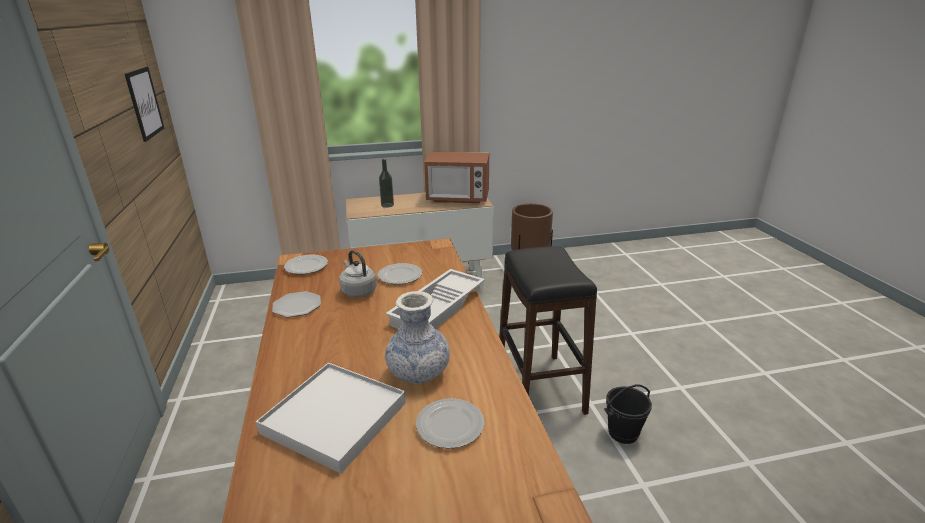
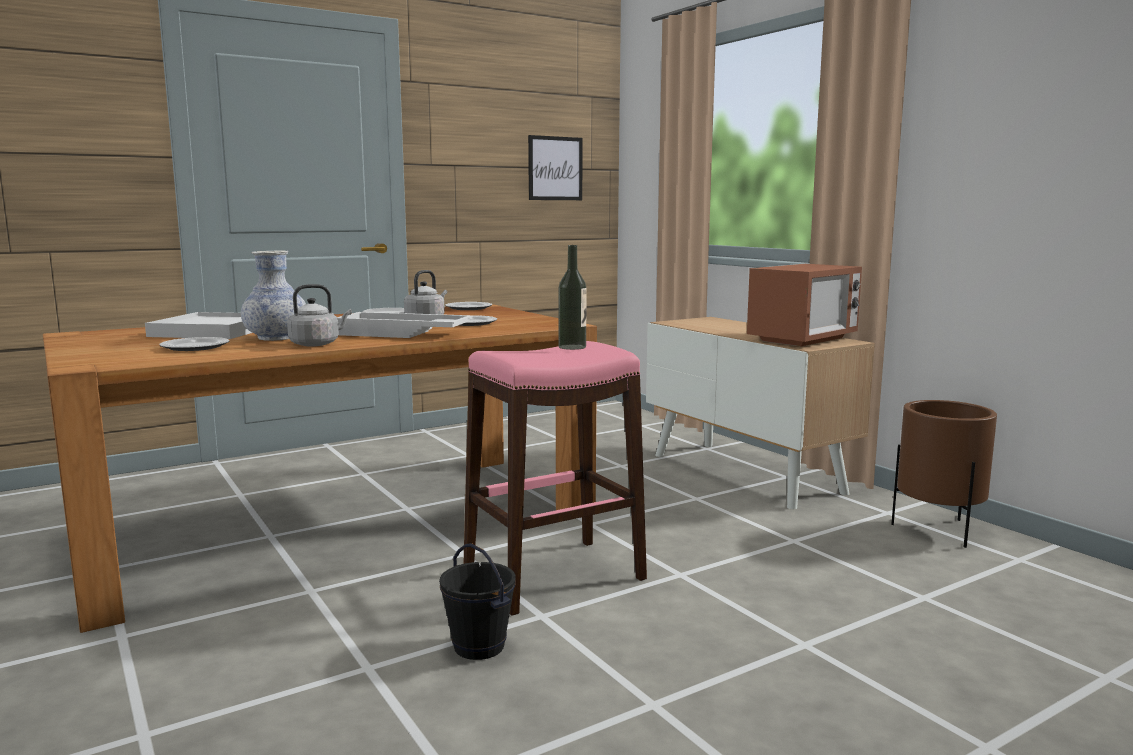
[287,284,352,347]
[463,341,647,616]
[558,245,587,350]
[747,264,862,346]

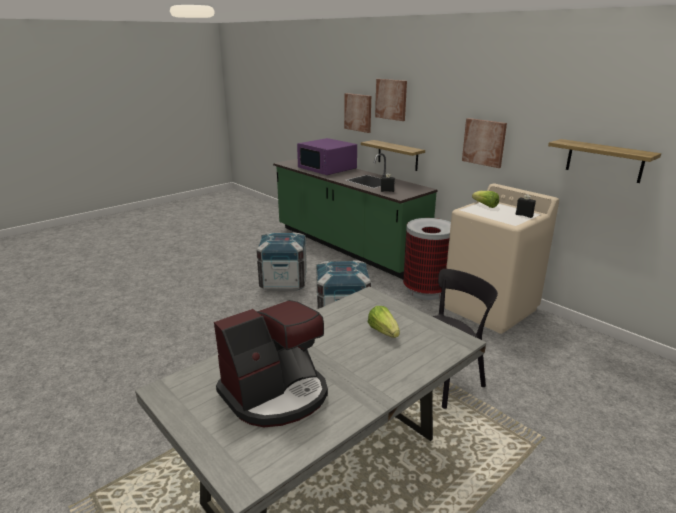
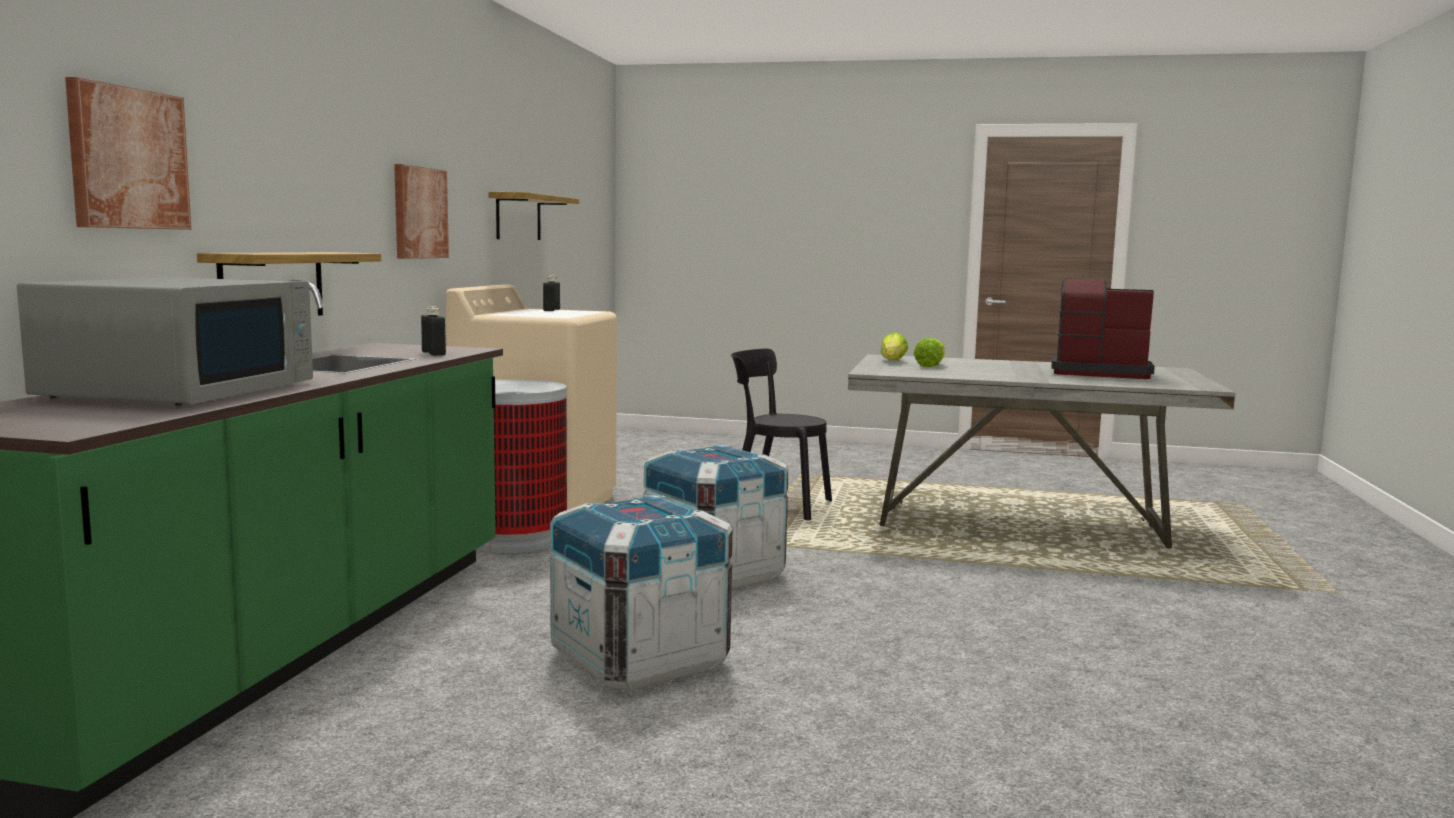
[17,277,313,406]
[881,332,908,360]
[375,79,407,121] (first image)

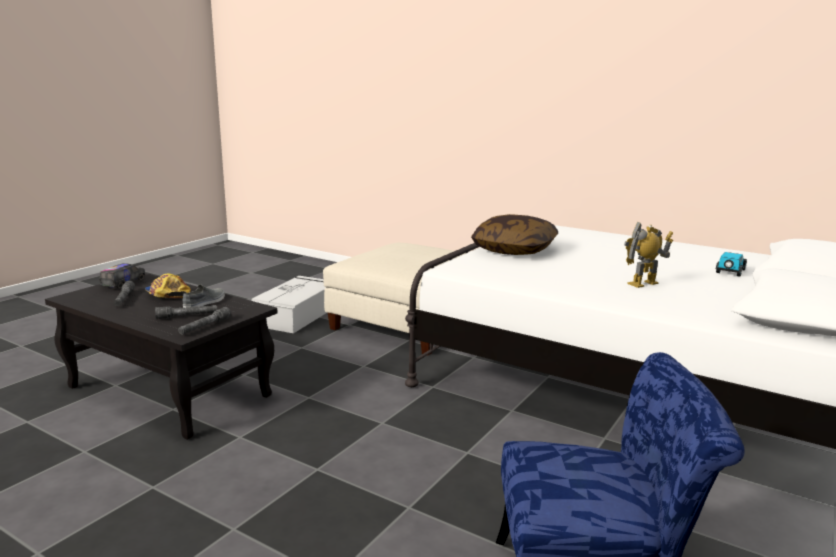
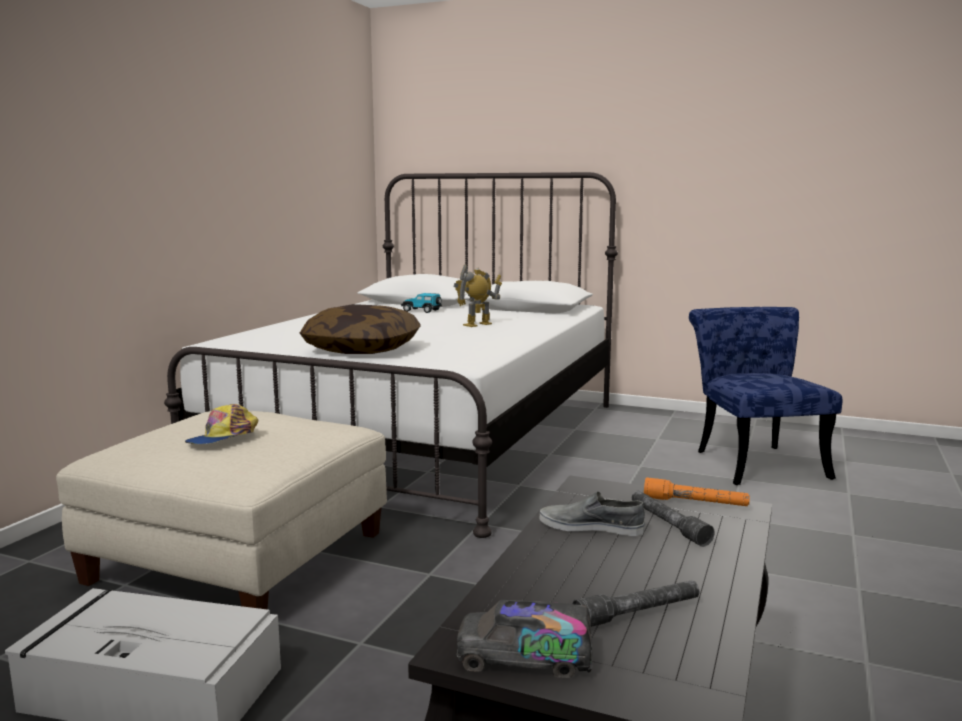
[185,404,258,444]
[454,265,502,327]
[644,477,750,506]

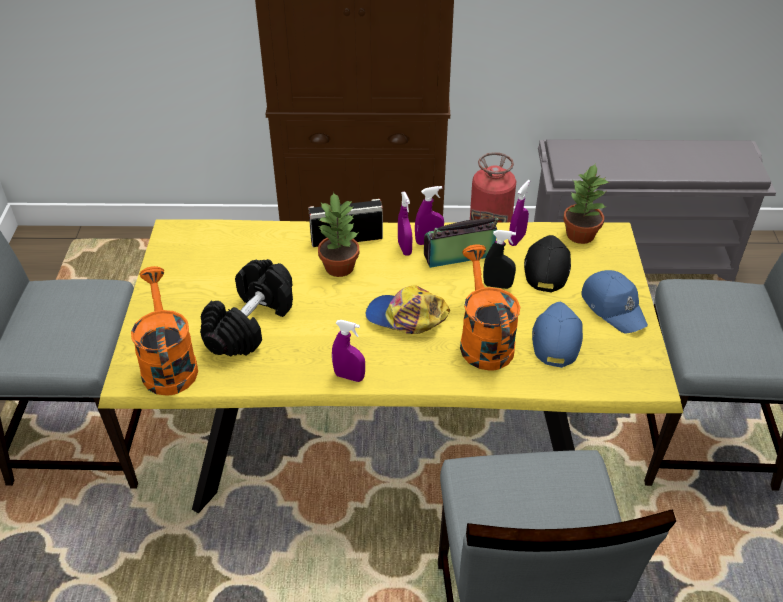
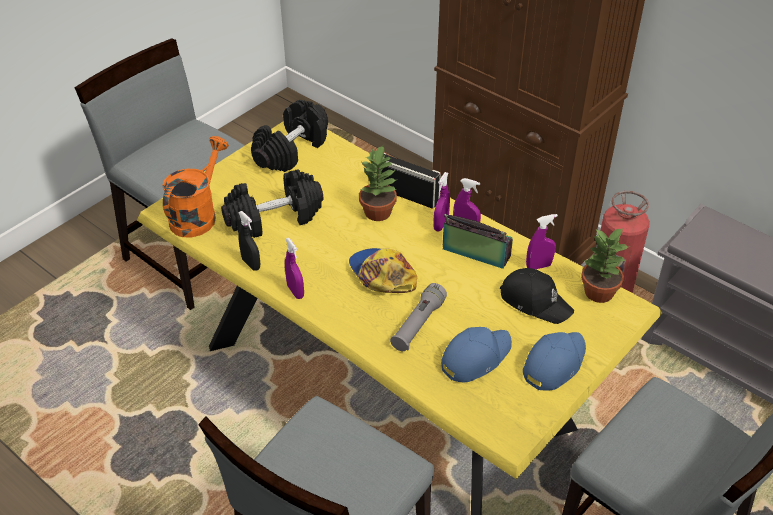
[238,211,260,271]
[251,100,328,172]
[390,283,447,351]
[500,268,574,324]
[523,332,586,391]

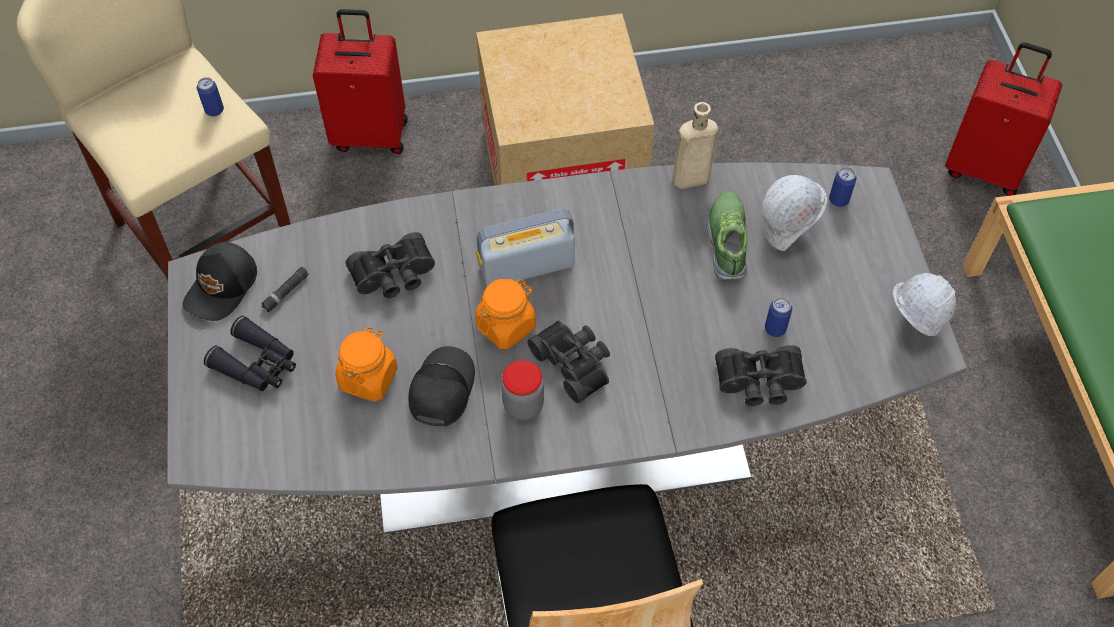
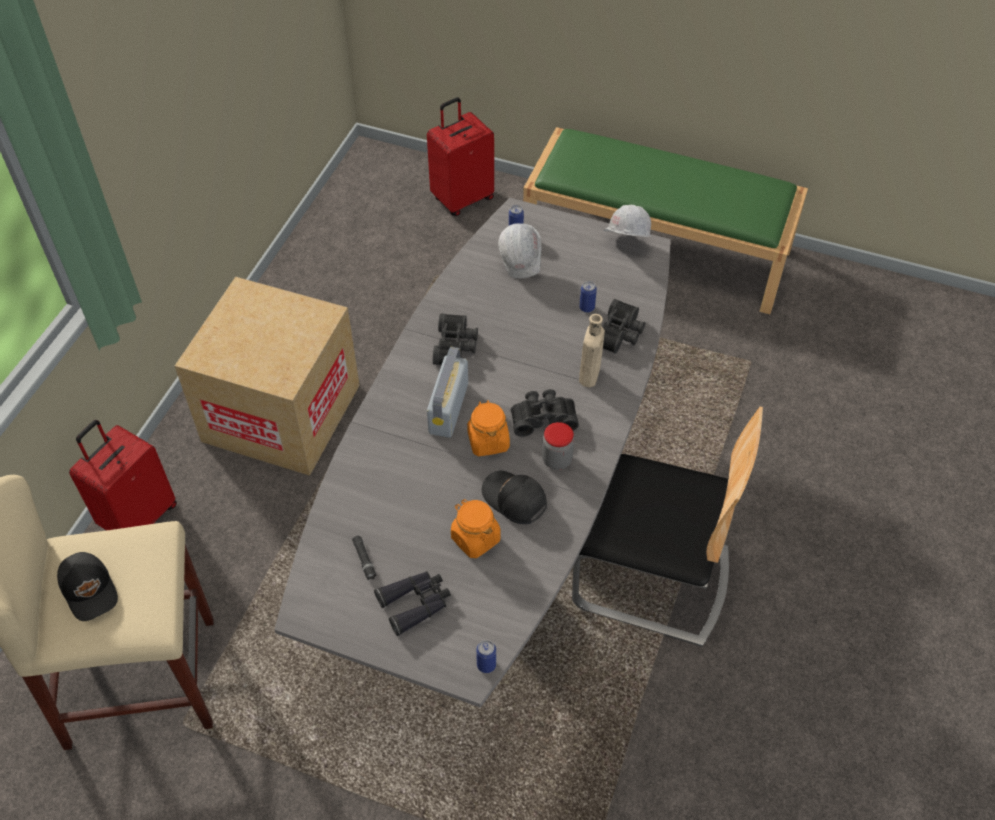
[57,552,118,621]
[433,313,478,365]
[476,640,496,673]
[579,314,605,388]
[706,191,748,280] (first image)

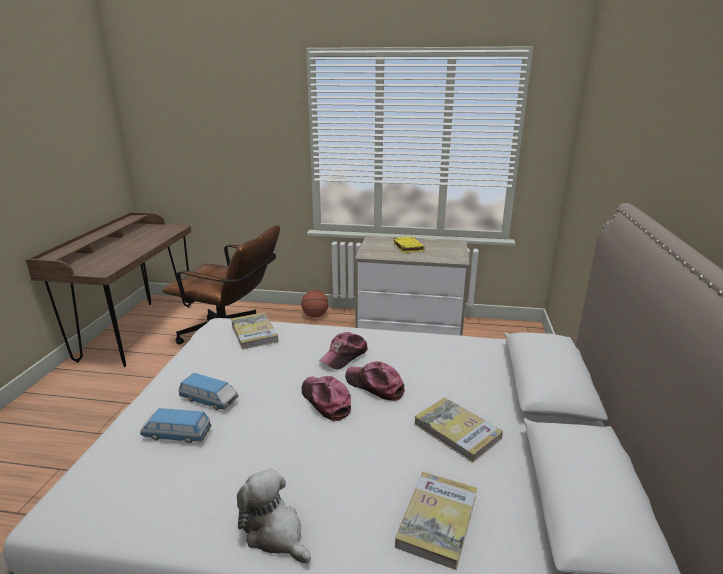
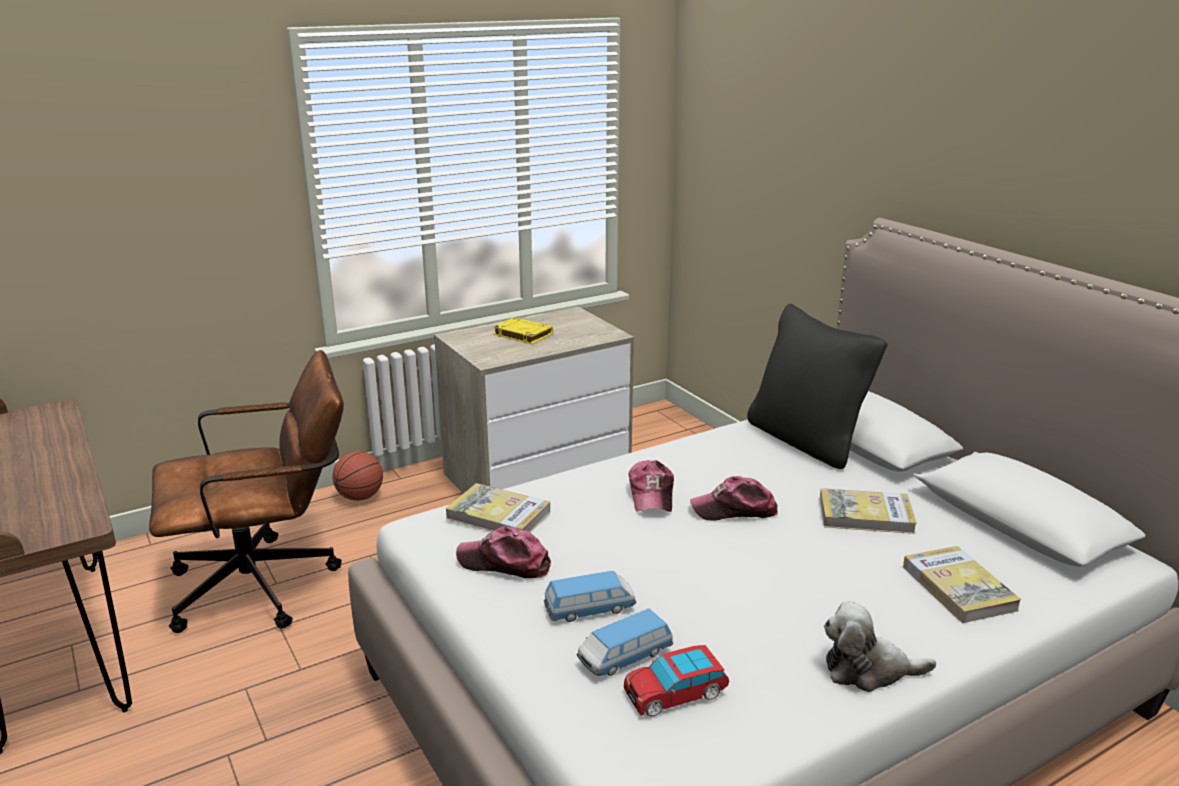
[456,526,551,578]
[624,645,729,717]
[747,304,887,469]

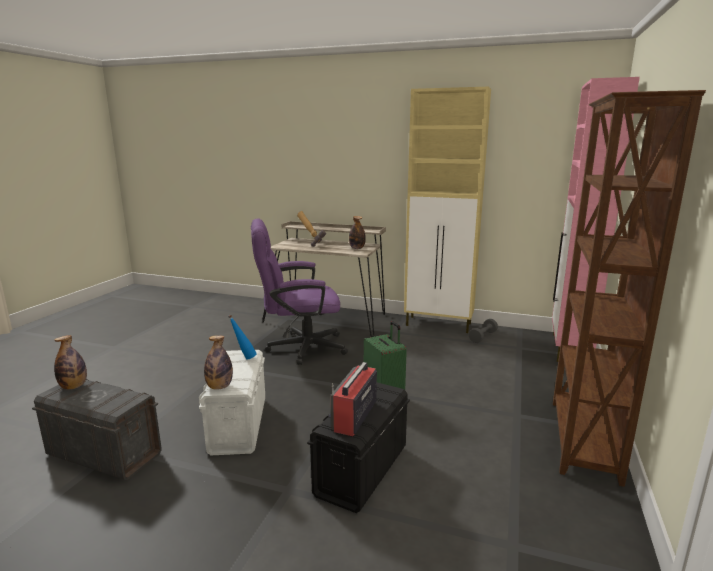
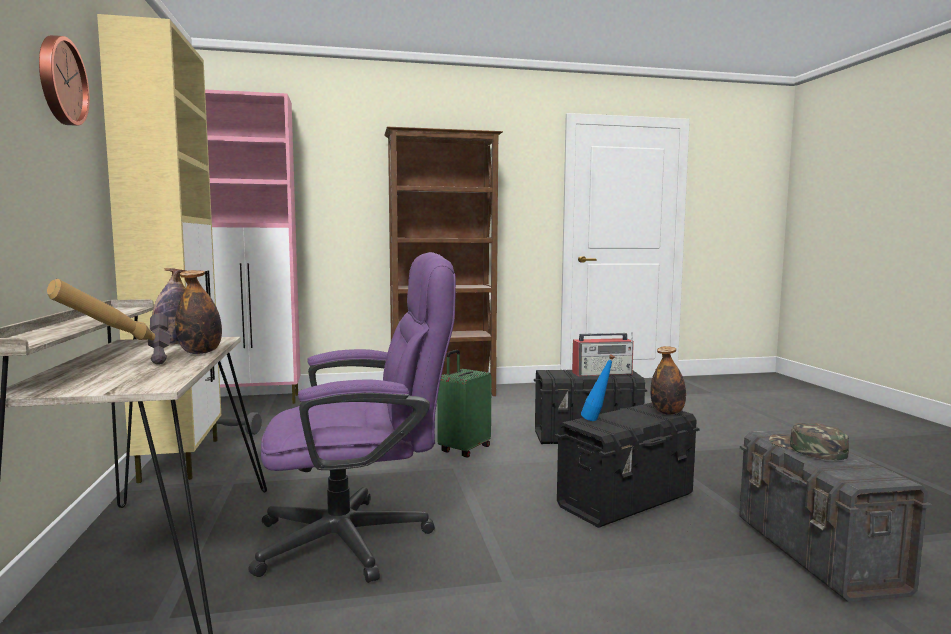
[39,35,90,126]
[175,270,222,354]
[248,252,456,583]
[555,403,700,528]
[769,423,849,460]

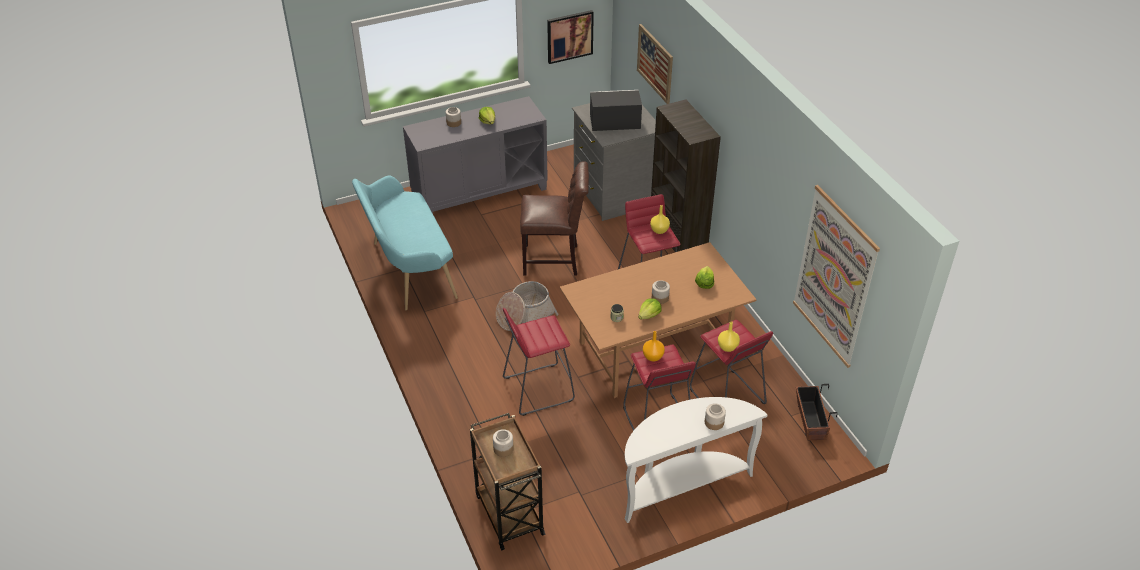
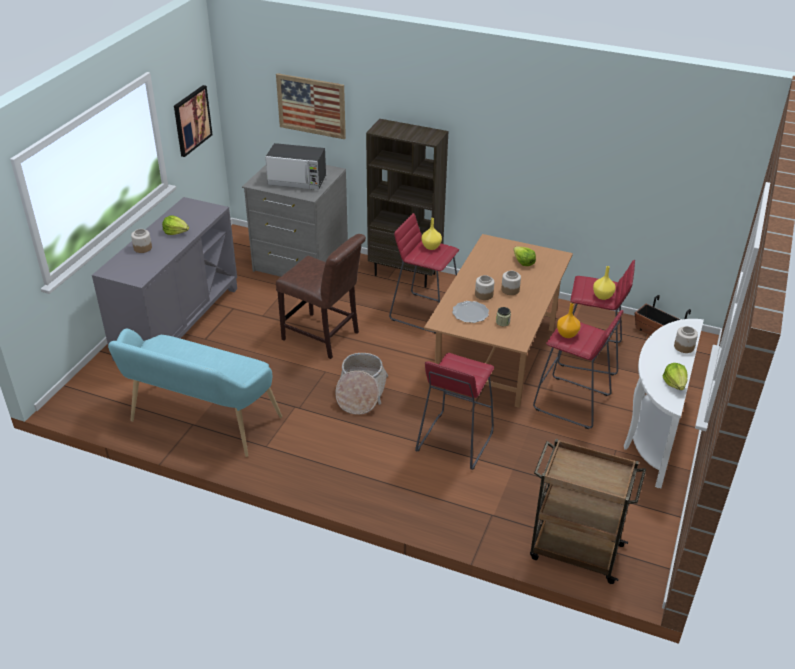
[265,143,326,190]
[276,234,366,359]
[452,301,489,323]
[475,275,494,300]
[663,363,688,390]
[793,185,880,368] (first image)

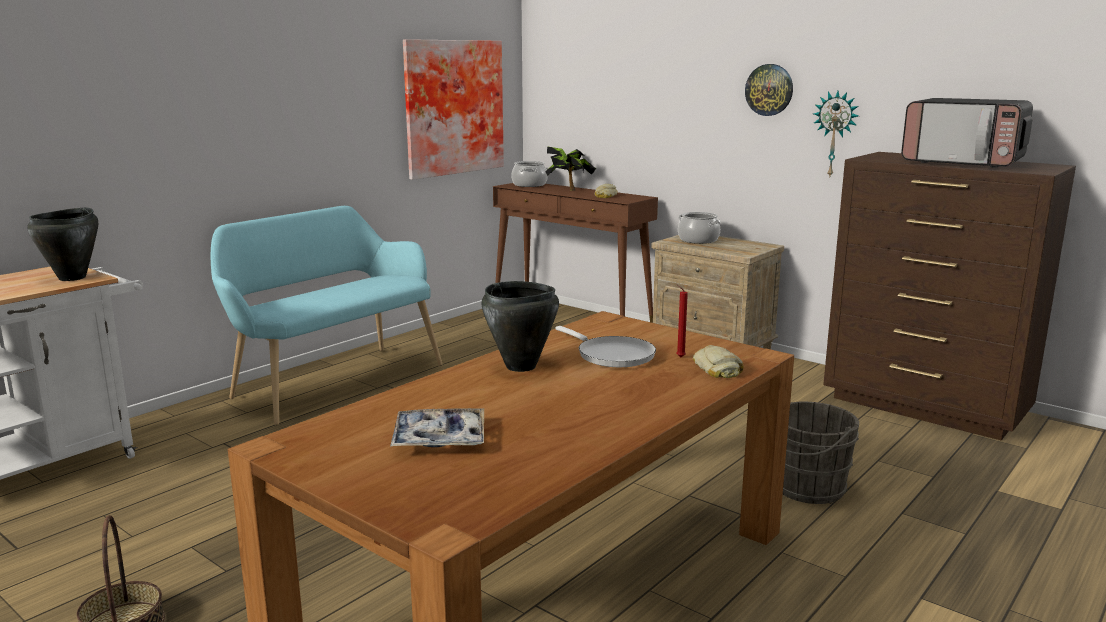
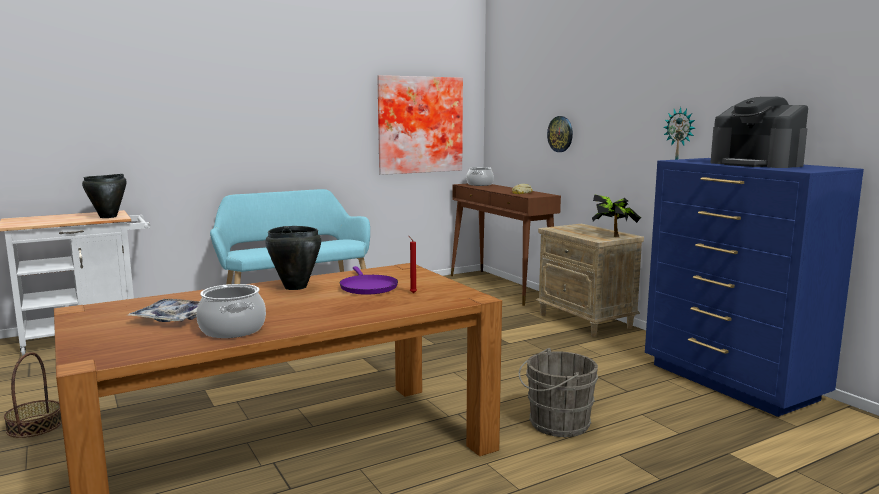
[196,284,266,338]
[340,266,398,295]
[547,116,573,152]
[592,194,641,237]
[645,158,864,417]
[710,97,808,168]
[693,345,744,378] (first image)

